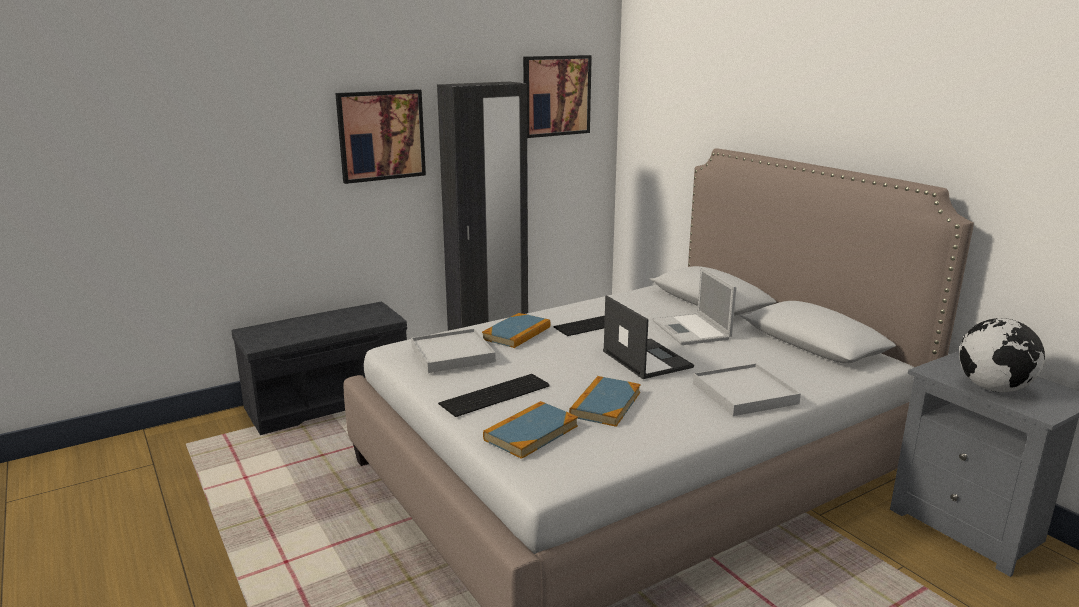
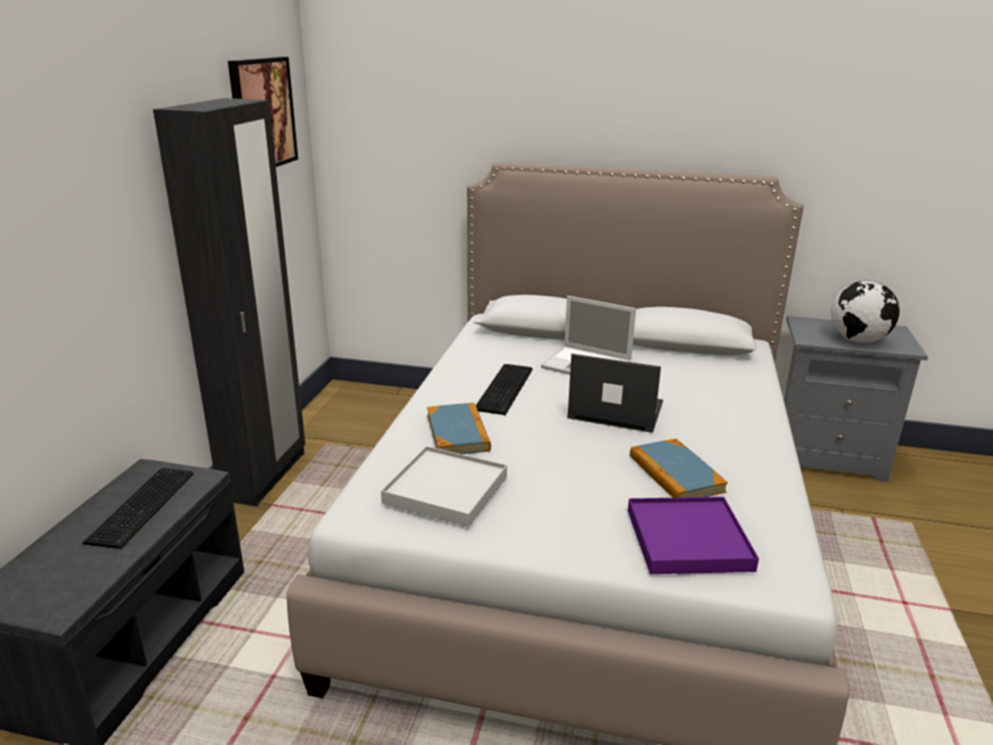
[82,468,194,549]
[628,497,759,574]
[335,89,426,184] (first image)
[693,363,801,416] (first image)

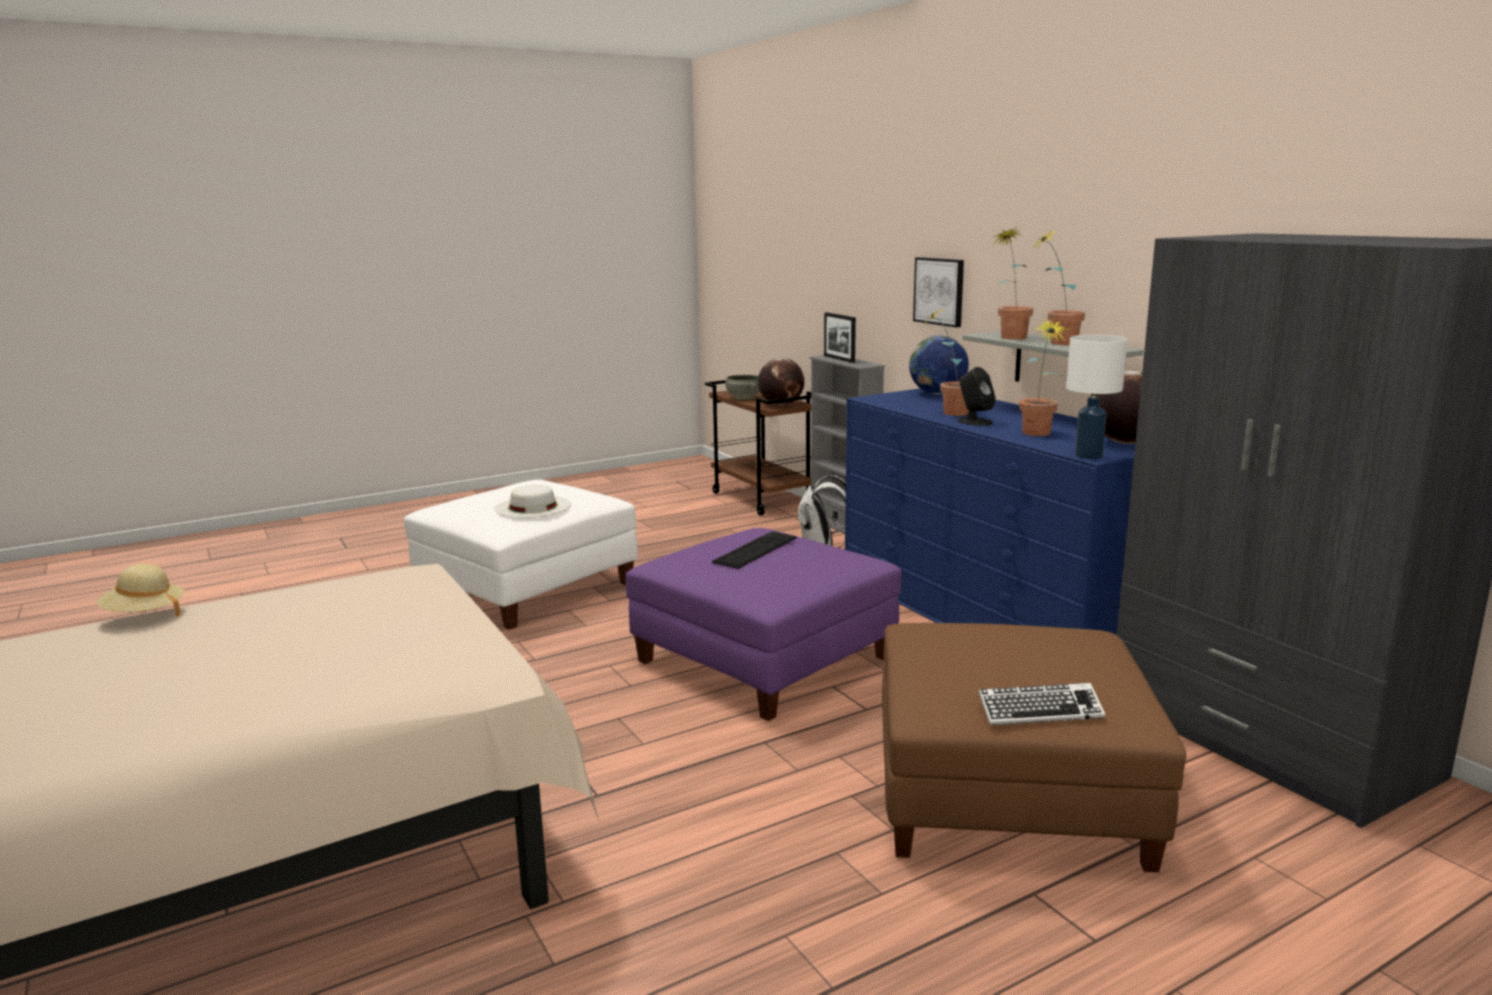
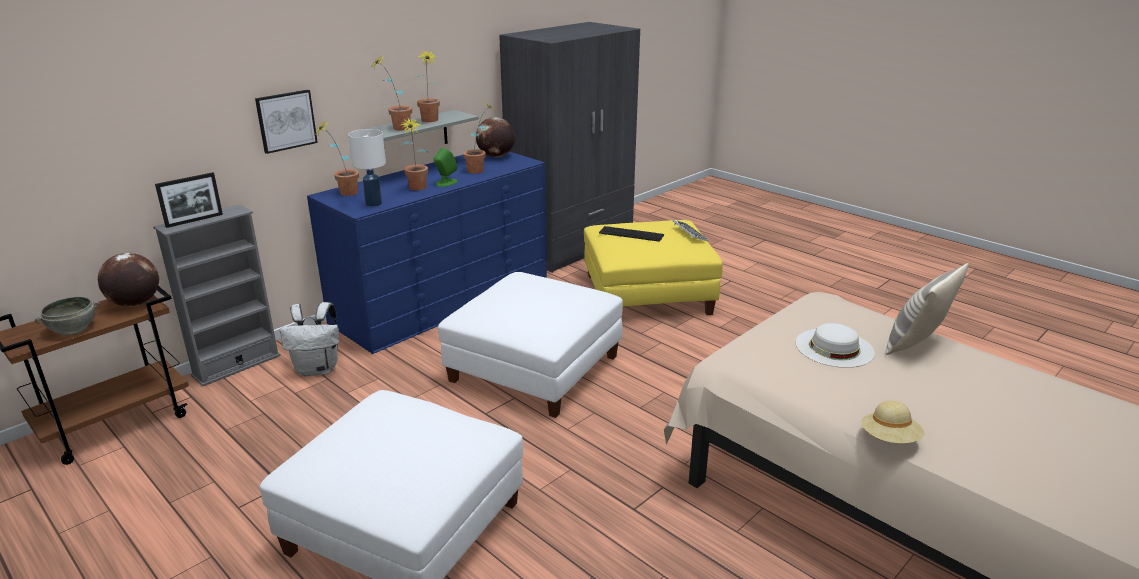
[315,119,359,196]
[348,129,386,207]
[434,148,458,187]
[438,272,623,418]
[584,220,723,315]
[599,226,664,242]
[796,323,875,368]
[886,263,969,355]

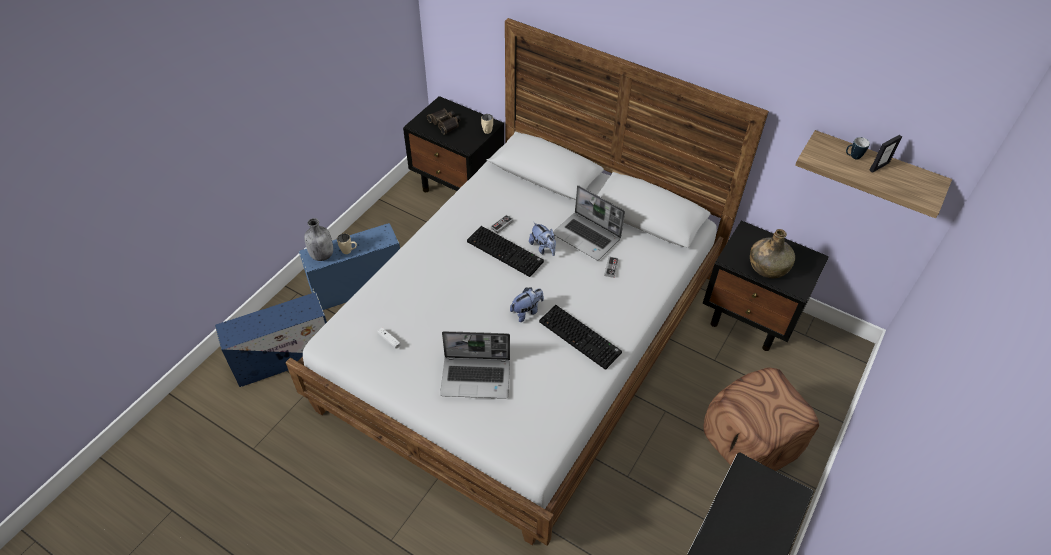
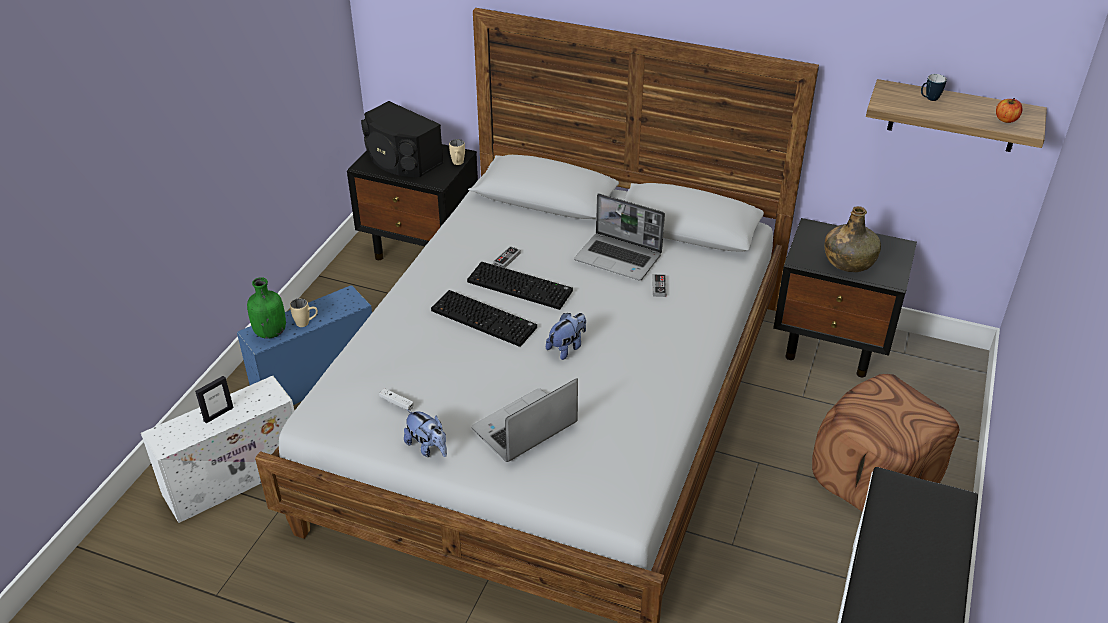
[141,376,294,523]
[195,376,234,424]
[247,277,286,339]
[361,101,443,177]
[404,409,447,457]
[431,290,537,347]
[471,378,578,462]
[996,98,1022,123]

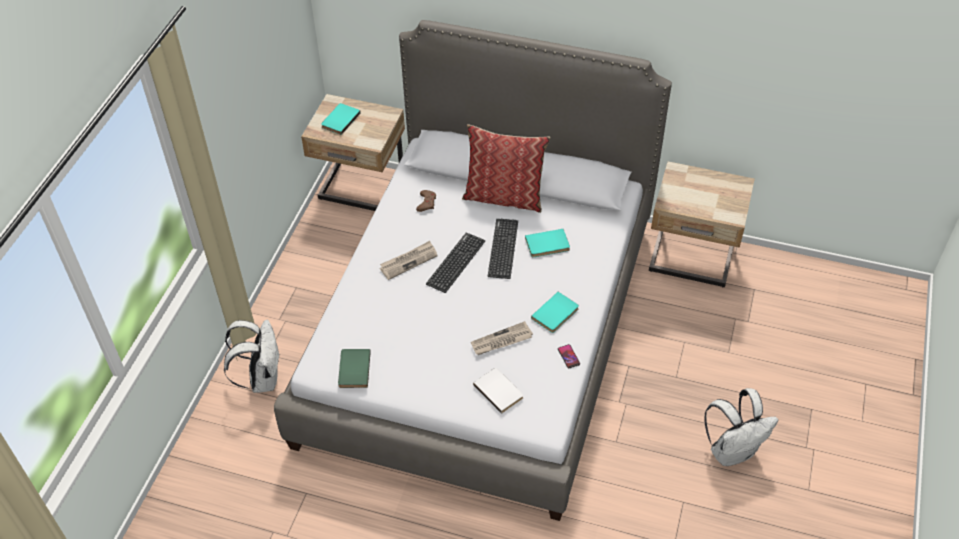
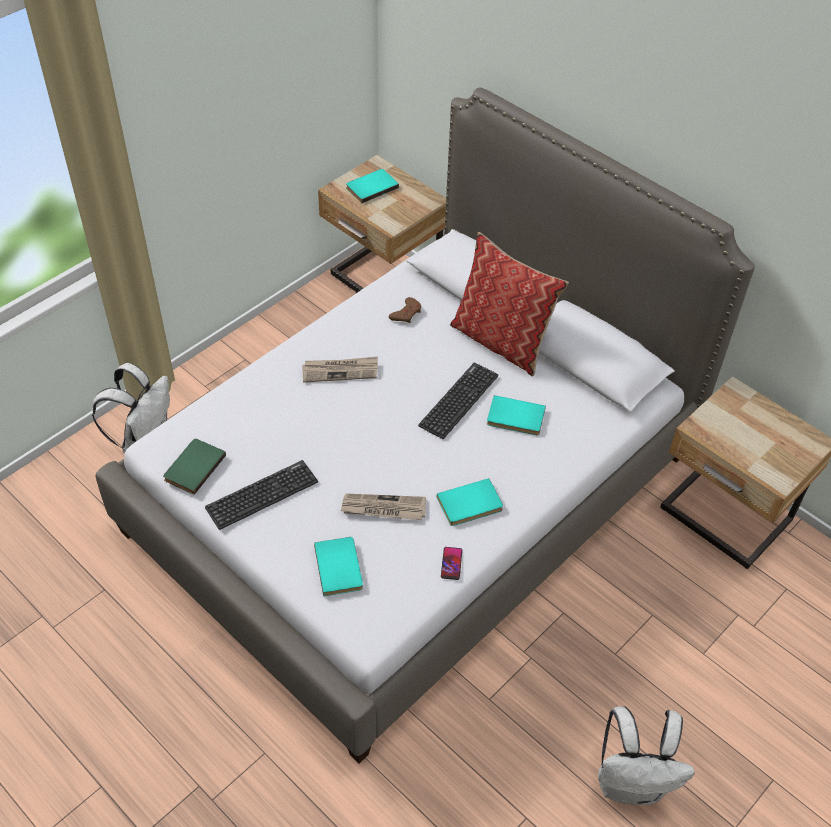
[205,460,318,530]
[314,537,363,596]

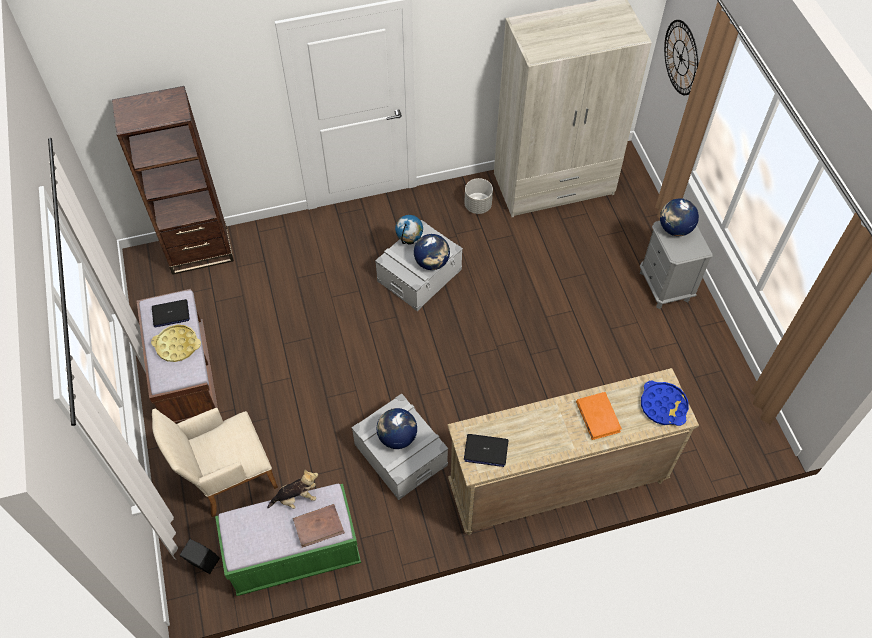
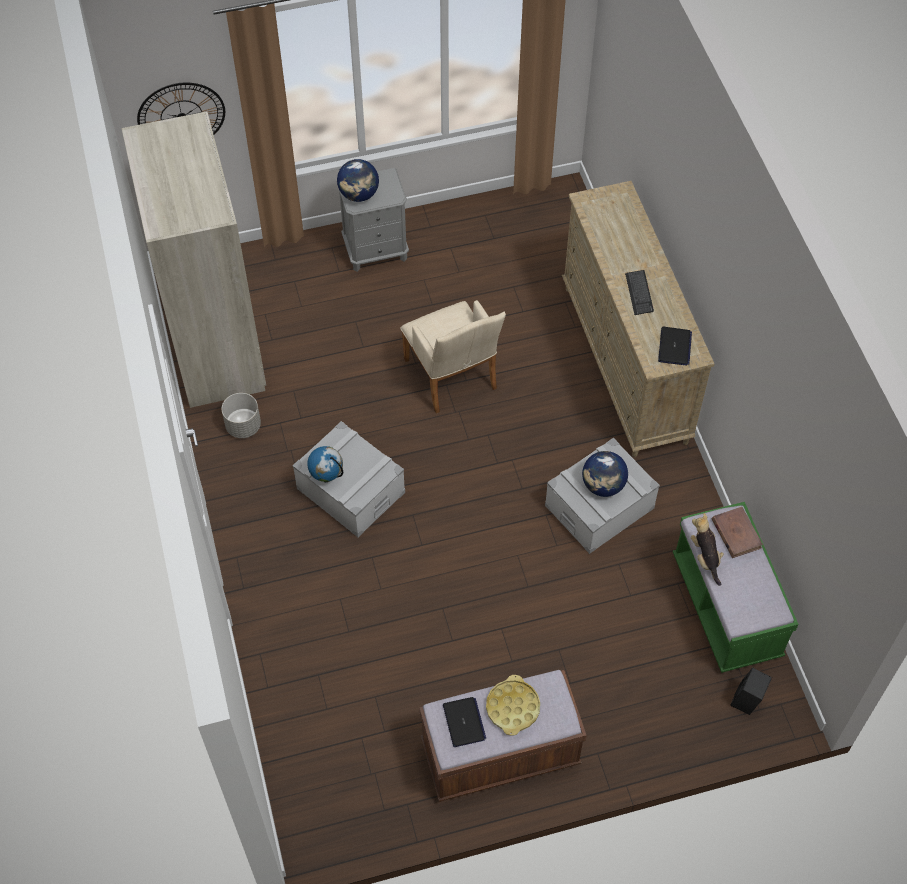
[400,300,506,414]
[625,270,654,315]
[112,86,234,275] (first image)
[414,234,450,270] (first image)
[576,392,622,440] (first image)
[641,381,689,426] (first image)

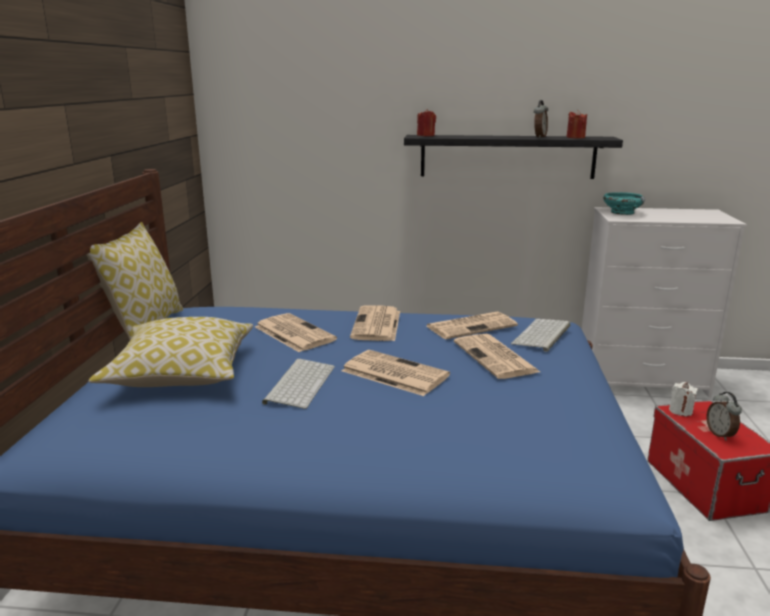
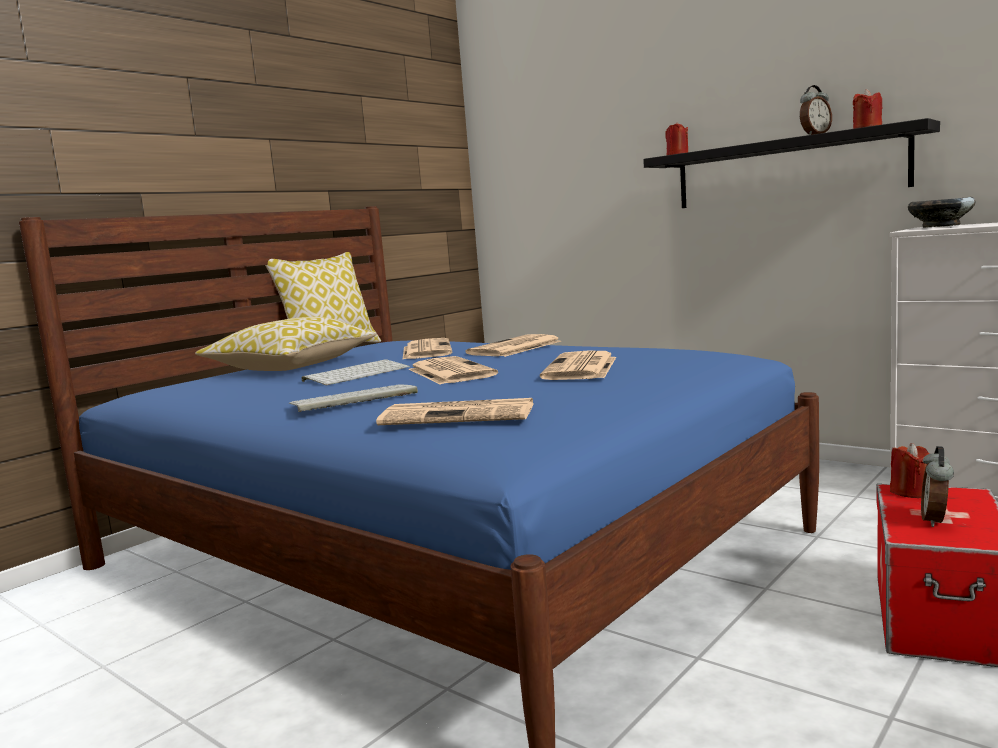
[289,384,418,412]
[376,398,534,425]
[890,443,930,498]
[908,197,976,228]

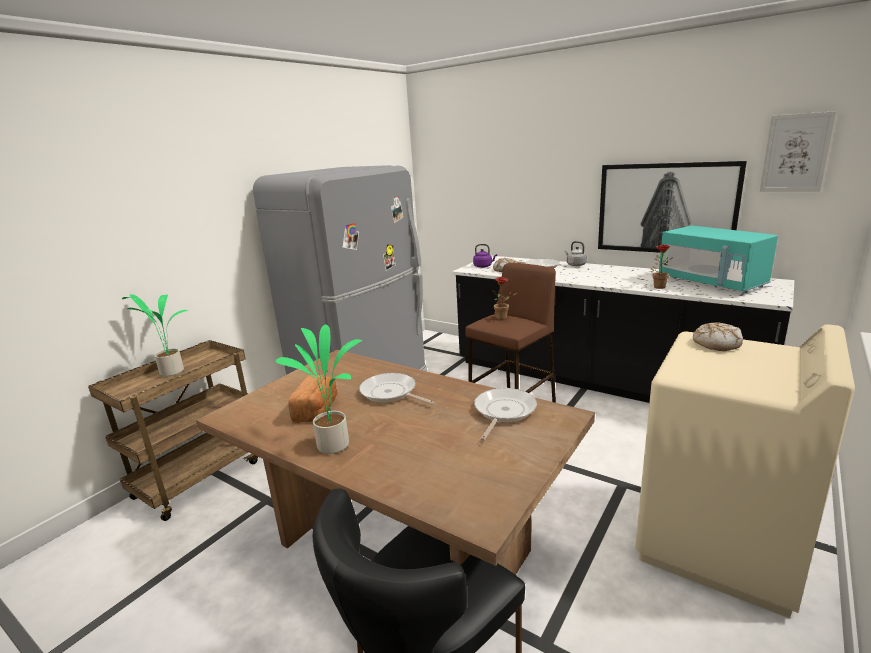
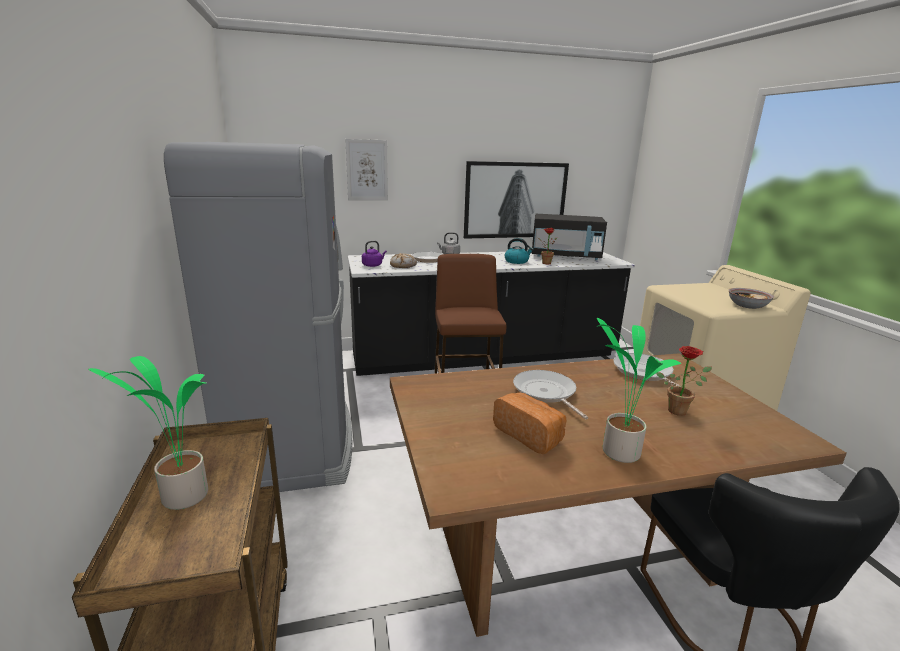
[345,139,388,200]
[504,238,534,264]
[513,370,588,419]
[532,214,607,260]
[656,346,712,416]
[729,288,774,309]
[693,322,743,351] (first image)

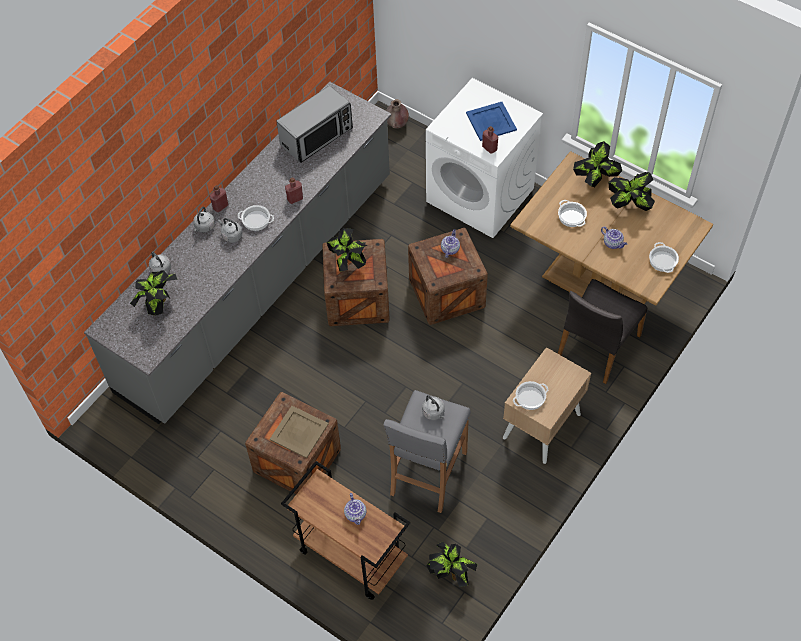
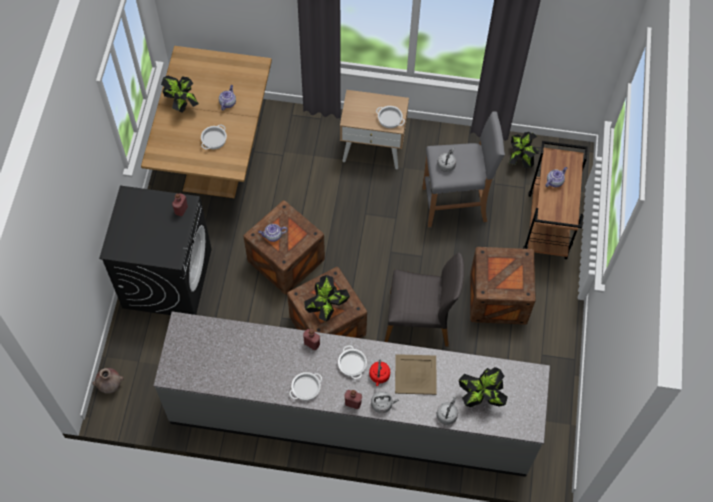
[99,185,212,315]
[289,372,322,401]
[369,360,390,386]
[385,252,464,347]
[395,354,437,395]
[276,86,353,163] (first image)
[466,102,517,141] (first image)
[573,141,622,187] (first image)

